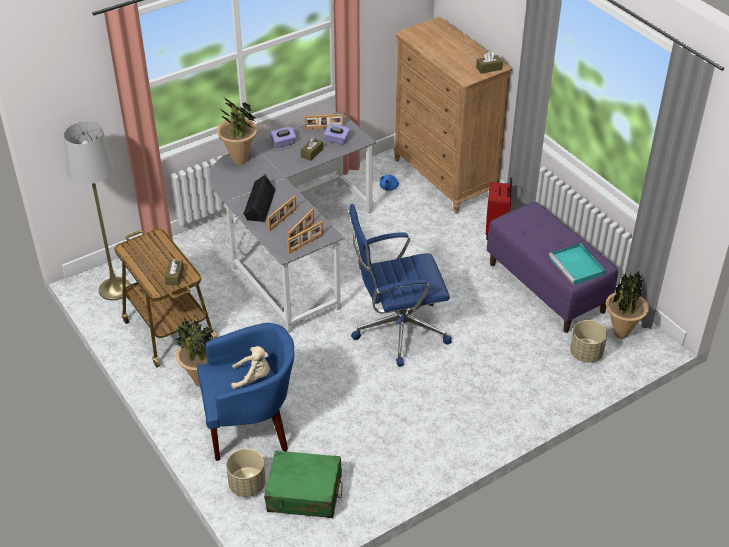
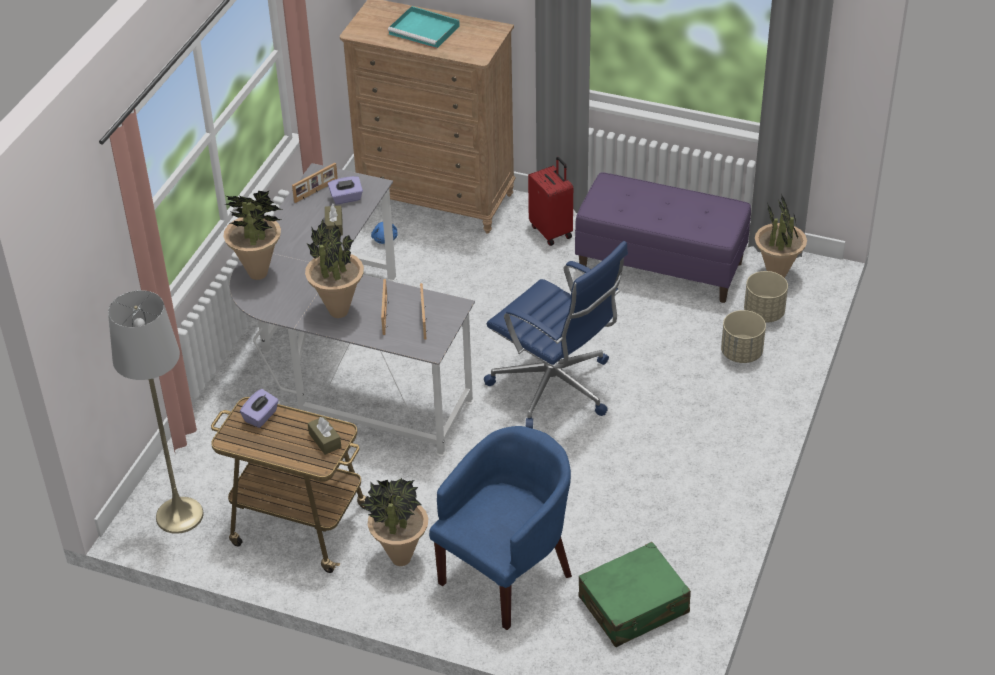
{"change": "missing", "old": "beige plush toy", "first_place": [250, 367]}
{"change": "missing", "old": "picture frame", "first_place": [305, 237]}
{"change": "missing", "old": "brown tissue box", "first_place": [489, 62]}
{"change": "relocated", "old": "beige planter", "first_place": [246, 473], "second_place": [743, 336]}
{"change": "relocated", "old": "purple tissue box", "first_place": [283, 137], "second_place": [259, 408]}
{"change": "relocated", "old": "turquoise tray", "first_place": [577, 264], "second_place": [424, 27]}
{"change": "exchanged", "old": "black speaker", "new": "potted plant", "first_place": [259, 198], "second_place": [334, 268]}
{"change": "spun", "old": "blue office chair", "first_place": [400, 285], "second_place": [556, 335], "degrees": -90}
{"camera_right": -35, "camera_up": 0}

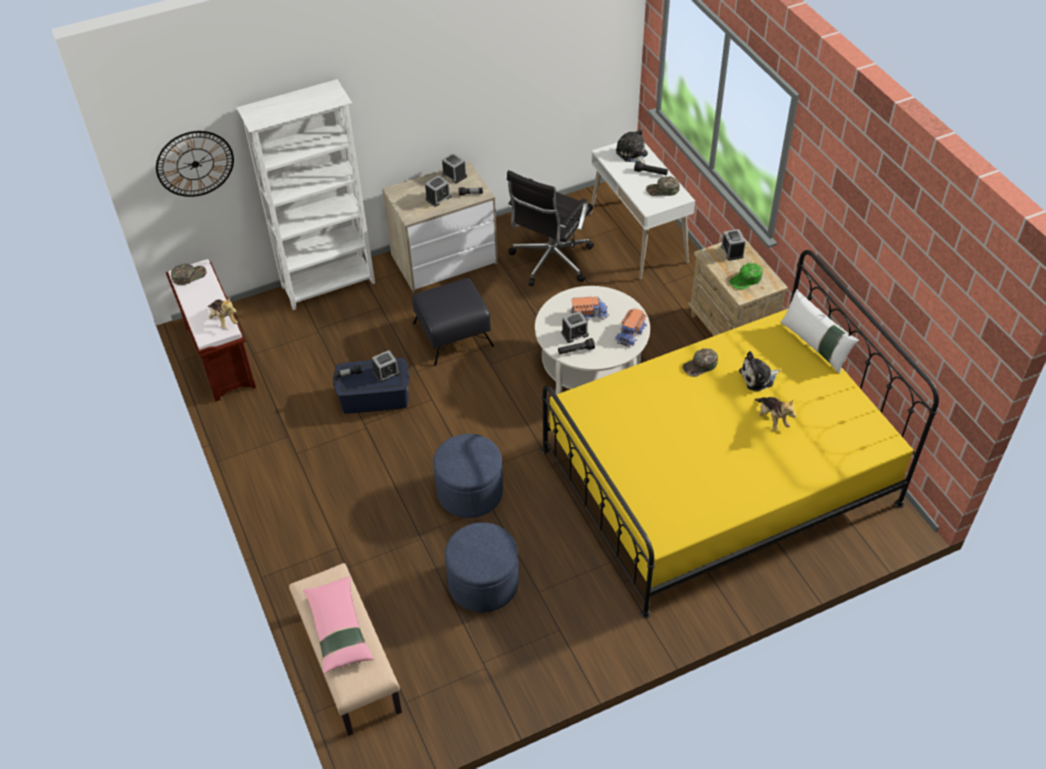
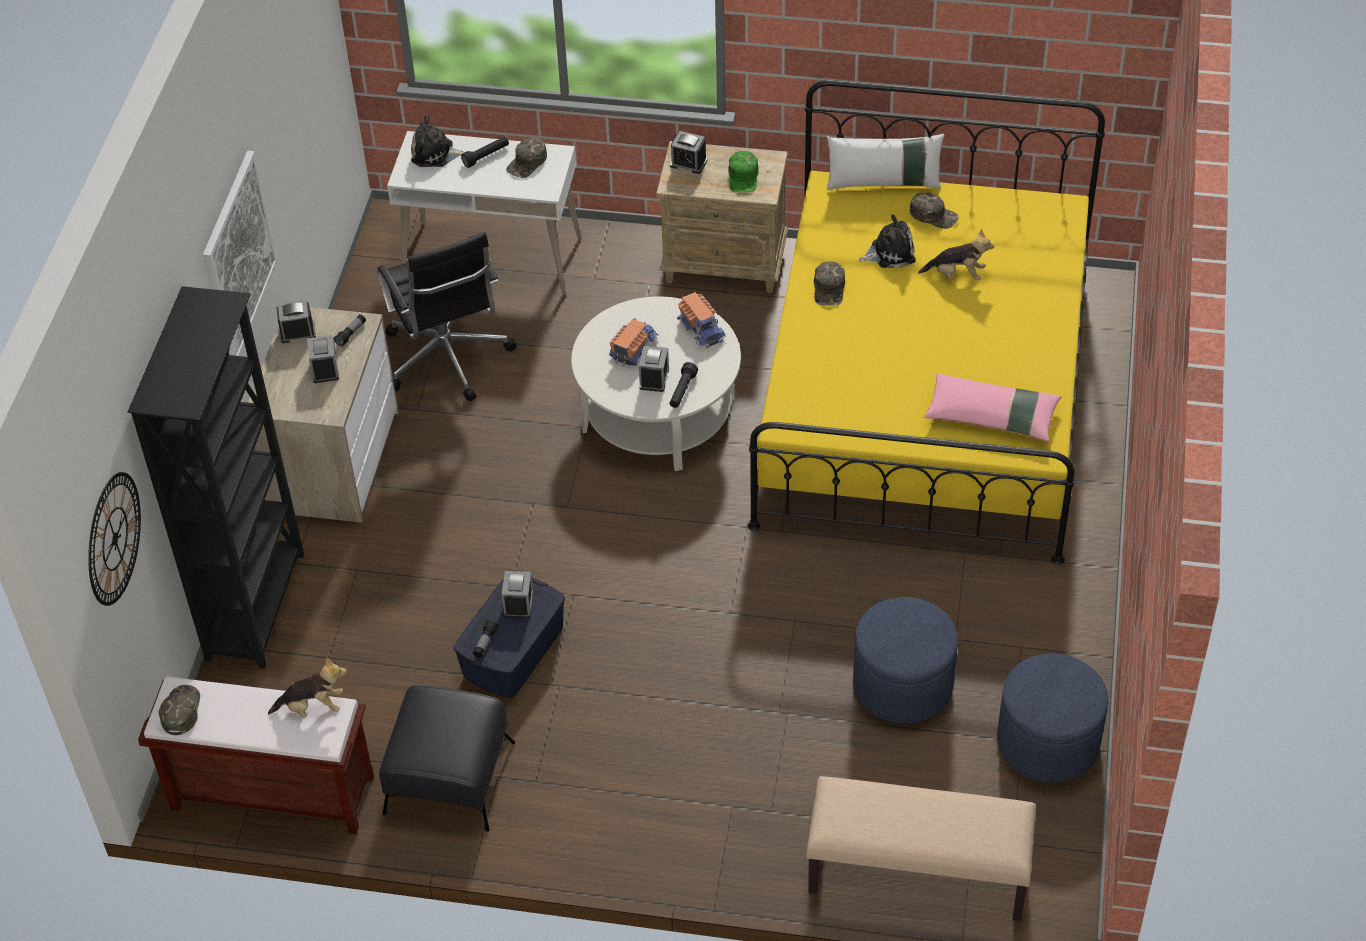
{"change": "appeared", "new": "picture", "second_place": [240, 253]}
{"change": "appeared", "new": "green cap", "second_place": [934, 210]}
{"change": "relocated", "old": "pink pillow", "first_place": [338, 625], "second_place": [992, 407]}
{"change": "relocated", "old": "black ottoman", "first_place": [453, 321], "second_place": [447, 759]}
{"change": "relocated", "old": "blue ottoman", "first_place": [468, 476], "second_place": [1052, 718]}
{"change": "colour", "old": "white bookcase", "new": "black bookcase", "first_place": [306, 194], "second_place": [216, 477]}
{"change": "spun", "old": "plush toy", "first_place": [759, 371], "second_place": [887, 241], "degrees": -120}
{"camera_right": -55, "camera_up": 0}

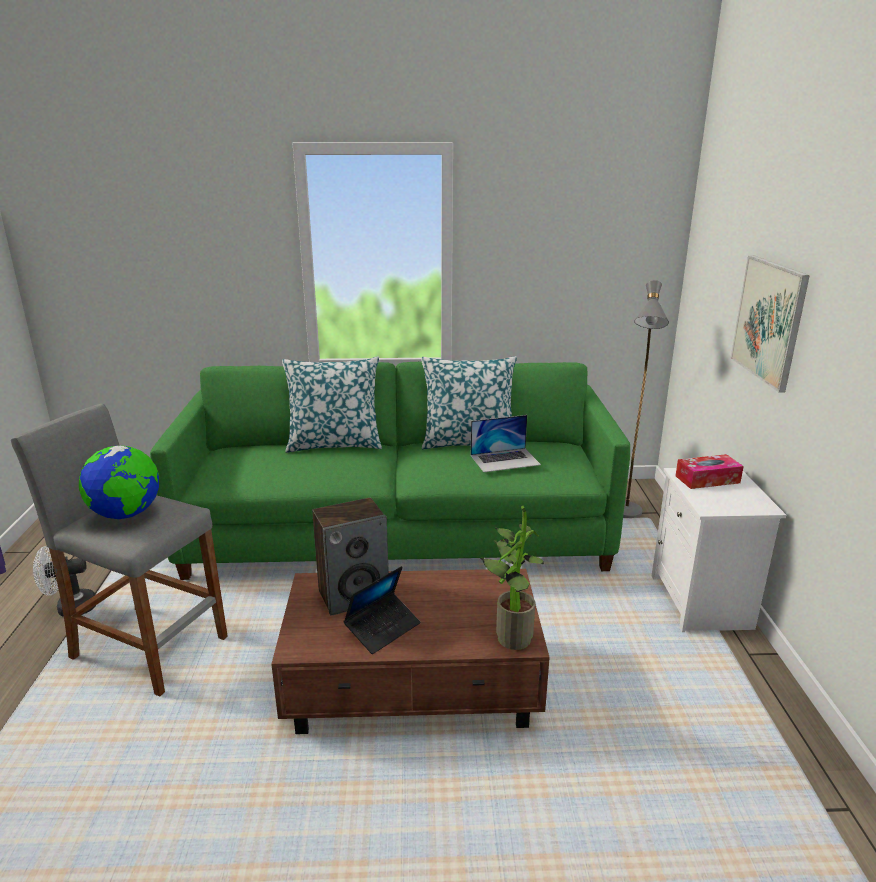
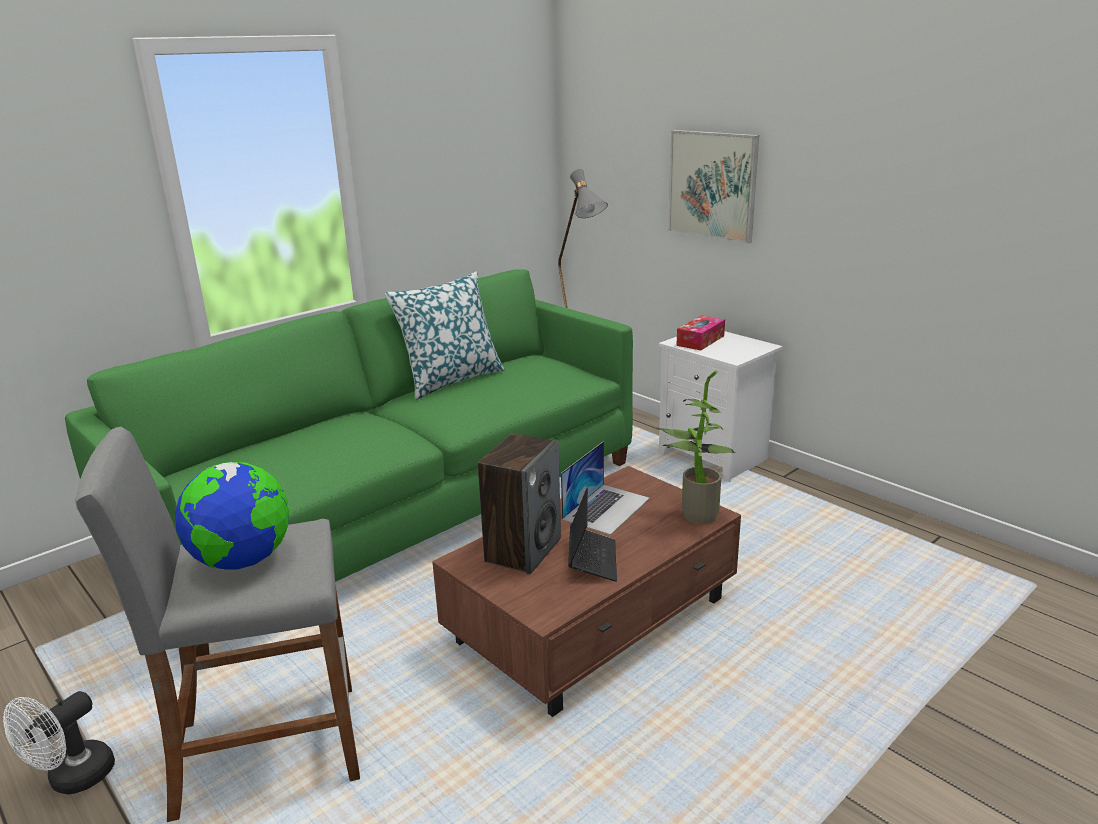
{"change": "missing", "old": "pillow", "first_place": [332, 405]}
{"change": "relocated", "old": "laptop", "first_place": [506, 443], "second_place": [605, 488]}
{"camera_right": -40, "camera_up": 0}

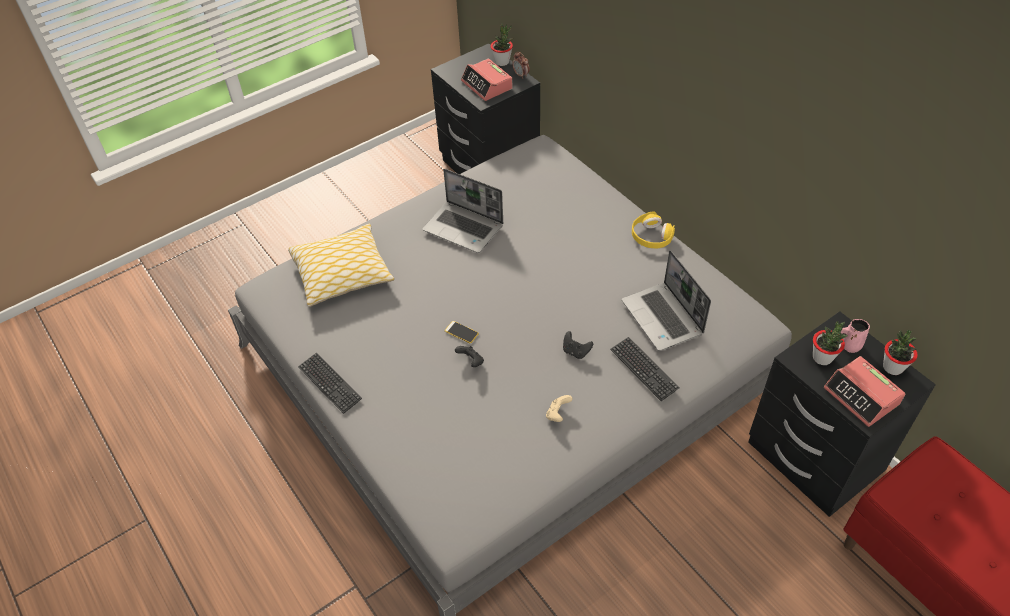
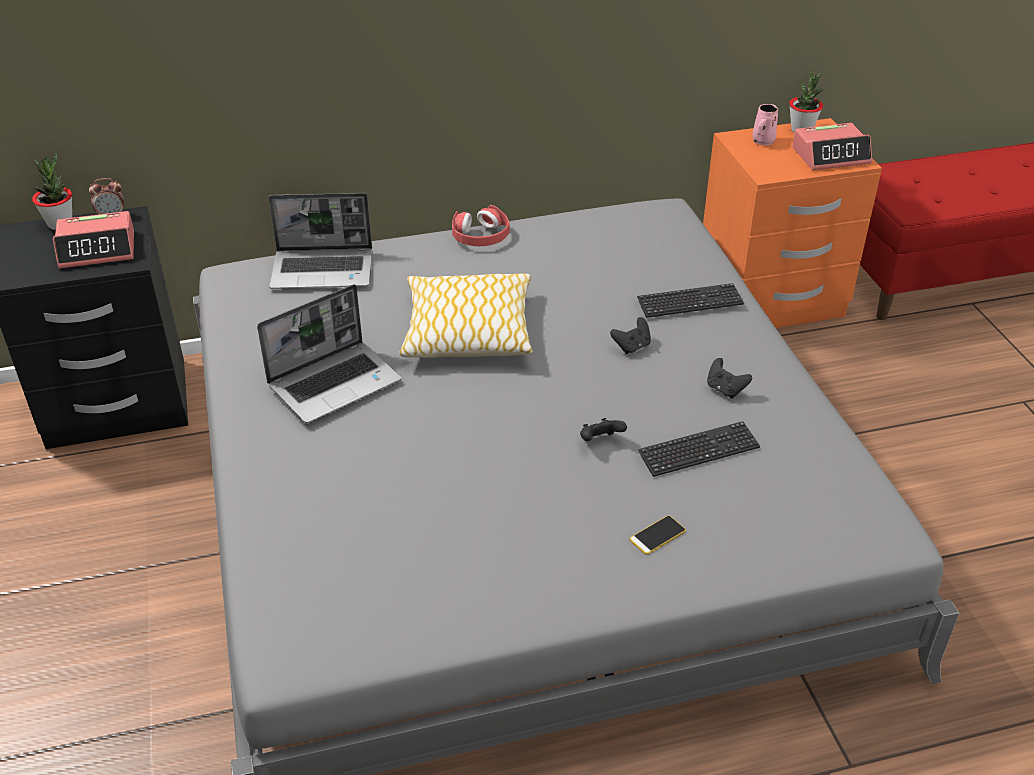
{"change": "missing", "old": "potted plant", "first_place": [830, 343]}
{"change": "relocated", "old": "pillow", "first_place": [341, 265], "second_place": [466, 316]}
{"change": "relocated", "old": "keyboard", "first_place": [330, 383], "second_place": [699, 449]}
{"change": "relocated", "old": "phone", "first_place": [462, 332], "second_place": [657, 535]}
{"change": "relocated", "old": "laptop", "first_place": [666, 300], "second_place": [320, 241]}
{"change": "colour", "old": "beige game controller", "new": "black game controller", "first_place": [559, 408], "second_place": [729, 378]}
{"change": "colour", "old": "yellow headphones", "new": "red headphones", "first_place": [653, 230], "second_place": [481, 225]}
{"change": "colour", "old": "black nightstand", "new": "orange nightstand", "first_place": [842, 414], "second_place": [792, 223]}
{"camera_right": -70, "camera_up": -10}

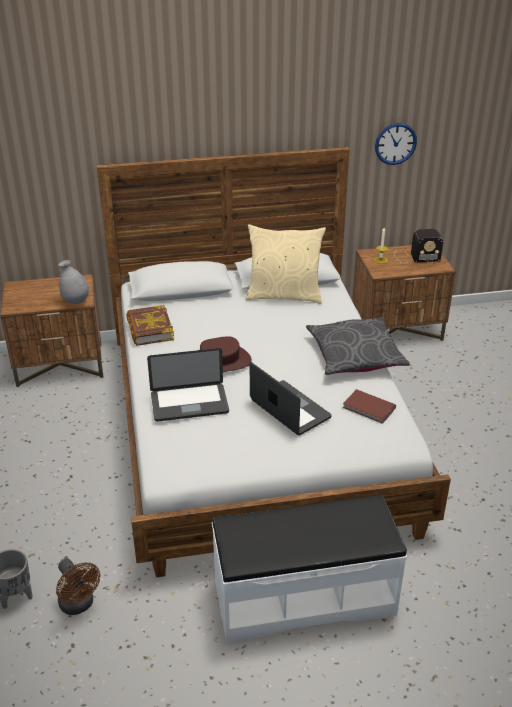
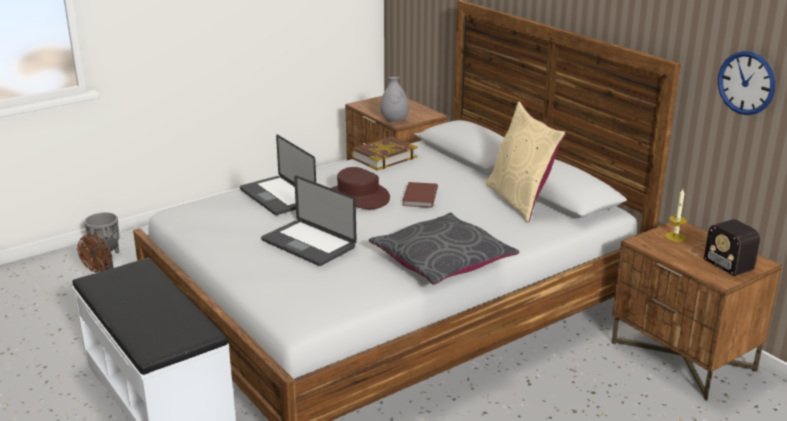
{"change": "relocated", "old": "brown book", "first_place": [369, 406], "second_place": [420, 195]}
{"change": "spun", "old": "laptop", "first_place": [291, 399], "second_place": [309, 220], "degrees": 105}
{"camera_right": 65, "camera_up": -10}

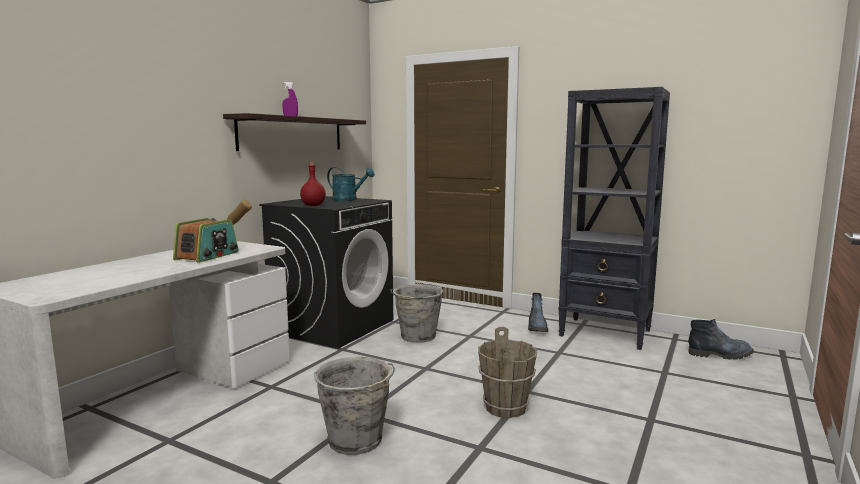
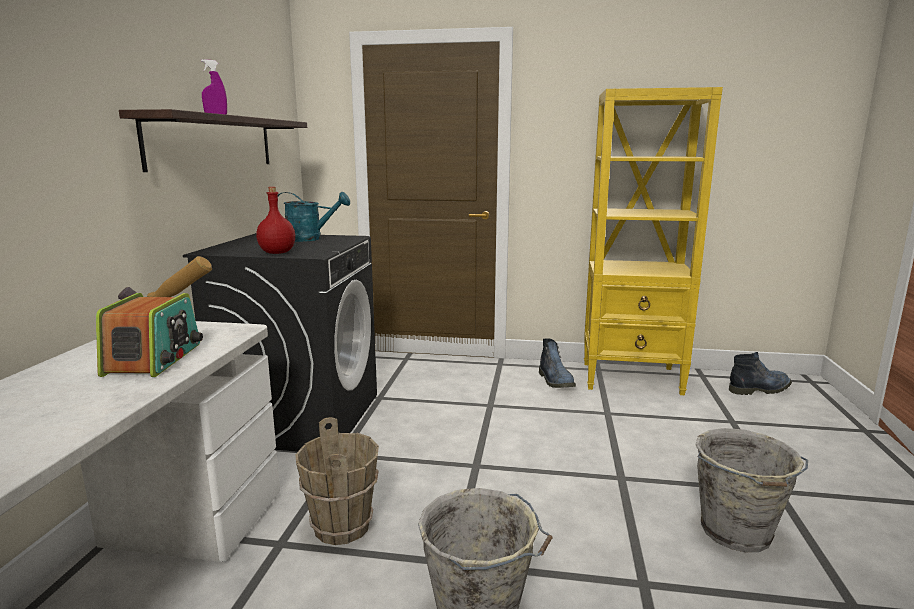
{"change": "relocated", "old": "grey bucket", "first_place": [417, 313], "second_place": [751, 490]}
{"change": "relocated", "old": "brown bucket", "first_place": [508, 372], "second_place": [337, 481]}
{"change": "colour", "old": "black bookcase", "new": "yellow bookcase", "first_place": [614, 218], "second_place": [653, 241]}
{"camera_right": -20, "camera_up": 5}

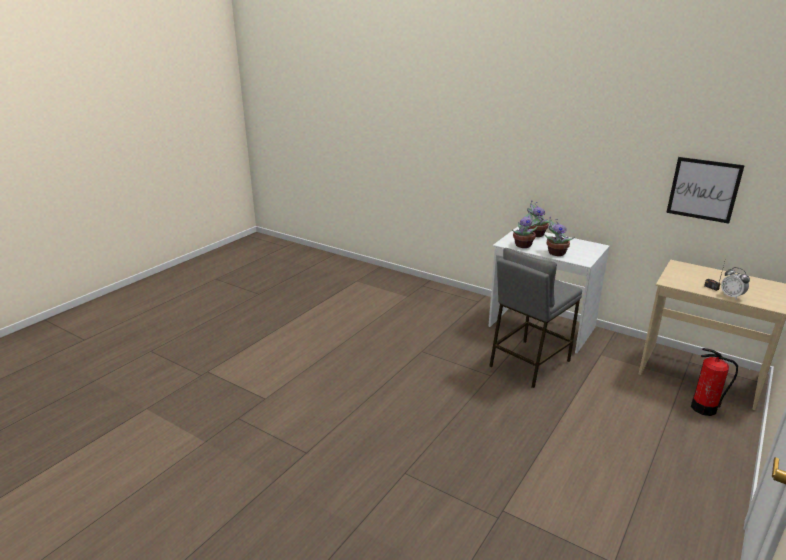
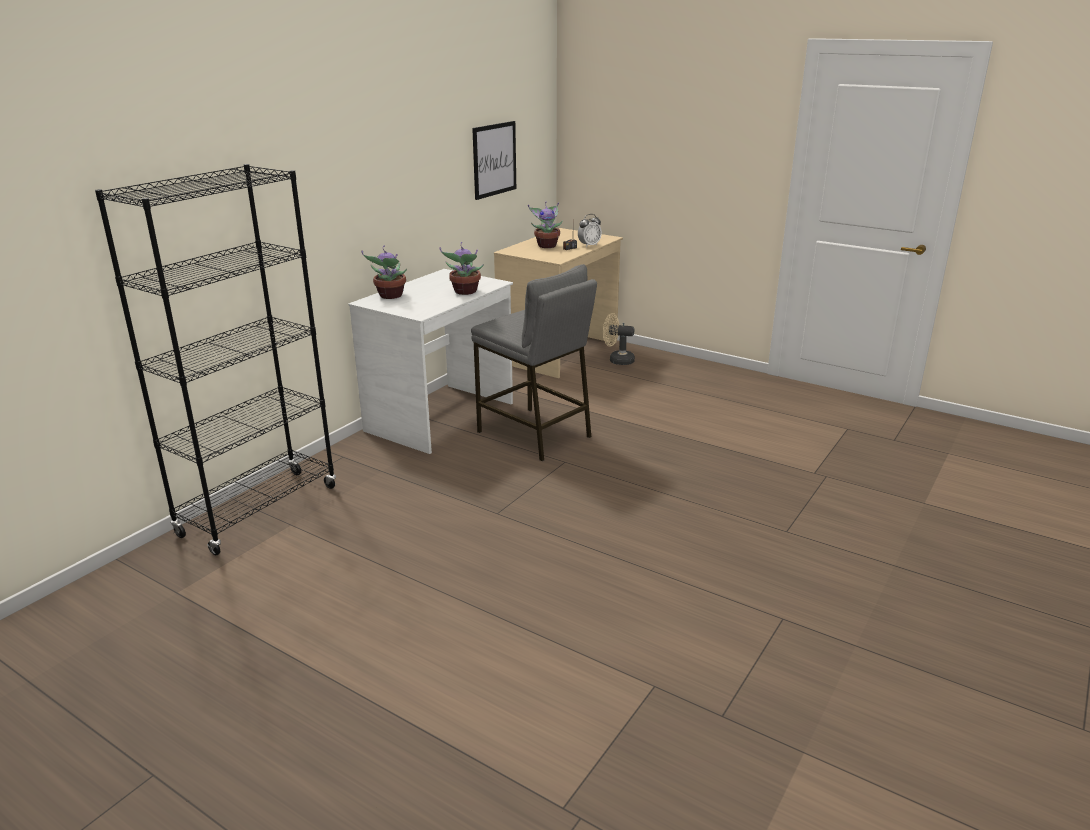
{"change": "appeared", "new": "black bookcase", "second_place": [215, 359]}
{"change": "relocated", "old": "potted plant", "first_place": [527, 229], "second_place": [545, 225]}
{"change": "exchanged", "old": "fire extinguisher", "new": "beige fan", "first_place": [714, 382], "second_place": [619, 339]}
{"camera_right": -90, "camera_up": 0}

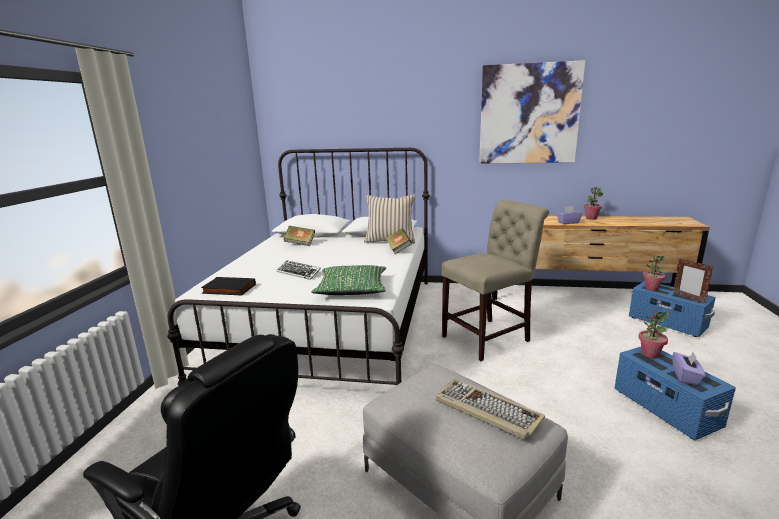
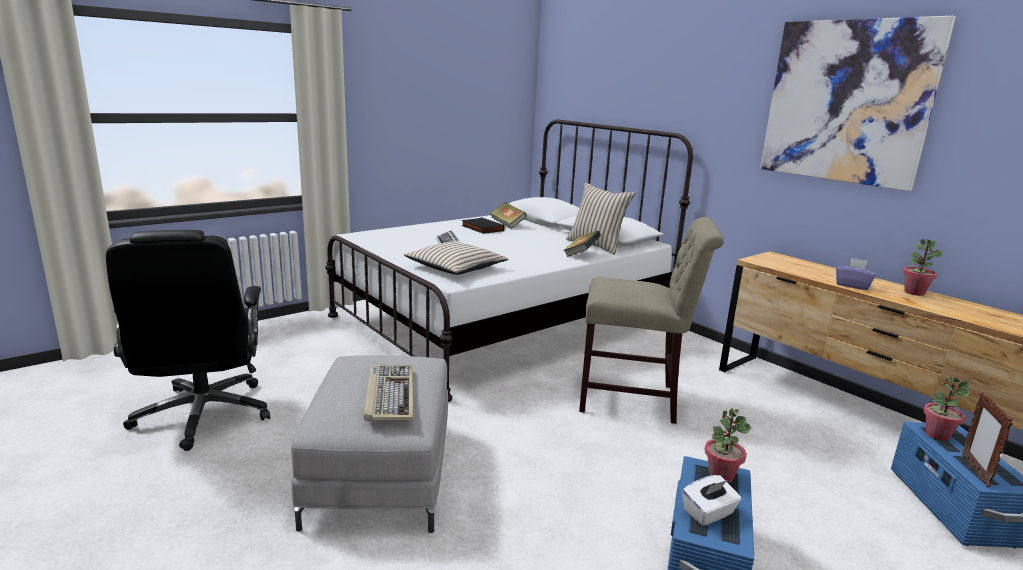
{"change": "relocated", "old": "black book", "first_place": [228, 286], "second_place": [483, 225]}
{"change": "colour", "old": "green pillow", "new": "beige pillow", "first_place": [348, 280], "second_place": [456, 258]}
{"change": "colour", "old": "purple tissue box", "new": "white tissue box", "first_place": [689, 368], "second_place": [711, 500]}
{"camera_right": 40, "camera_up": 0}

